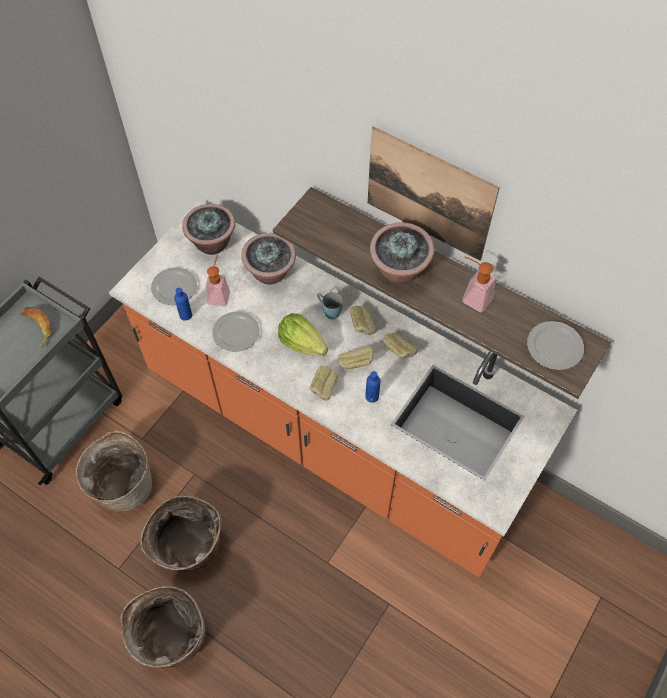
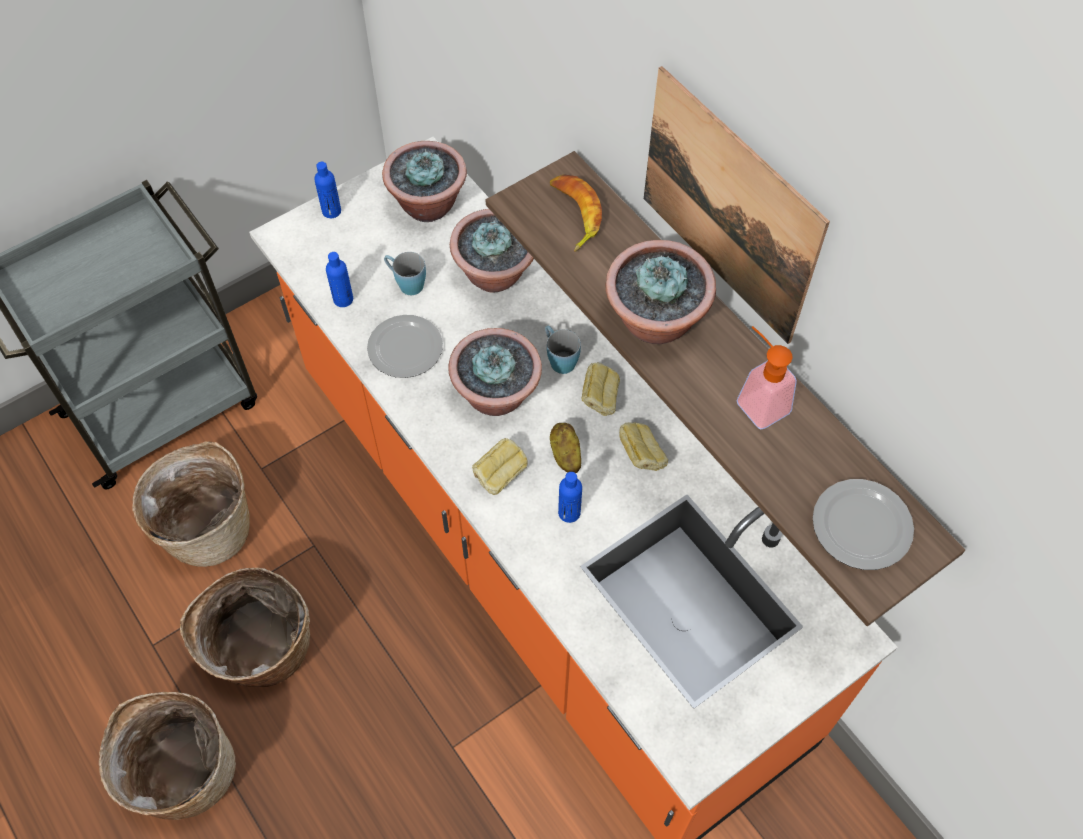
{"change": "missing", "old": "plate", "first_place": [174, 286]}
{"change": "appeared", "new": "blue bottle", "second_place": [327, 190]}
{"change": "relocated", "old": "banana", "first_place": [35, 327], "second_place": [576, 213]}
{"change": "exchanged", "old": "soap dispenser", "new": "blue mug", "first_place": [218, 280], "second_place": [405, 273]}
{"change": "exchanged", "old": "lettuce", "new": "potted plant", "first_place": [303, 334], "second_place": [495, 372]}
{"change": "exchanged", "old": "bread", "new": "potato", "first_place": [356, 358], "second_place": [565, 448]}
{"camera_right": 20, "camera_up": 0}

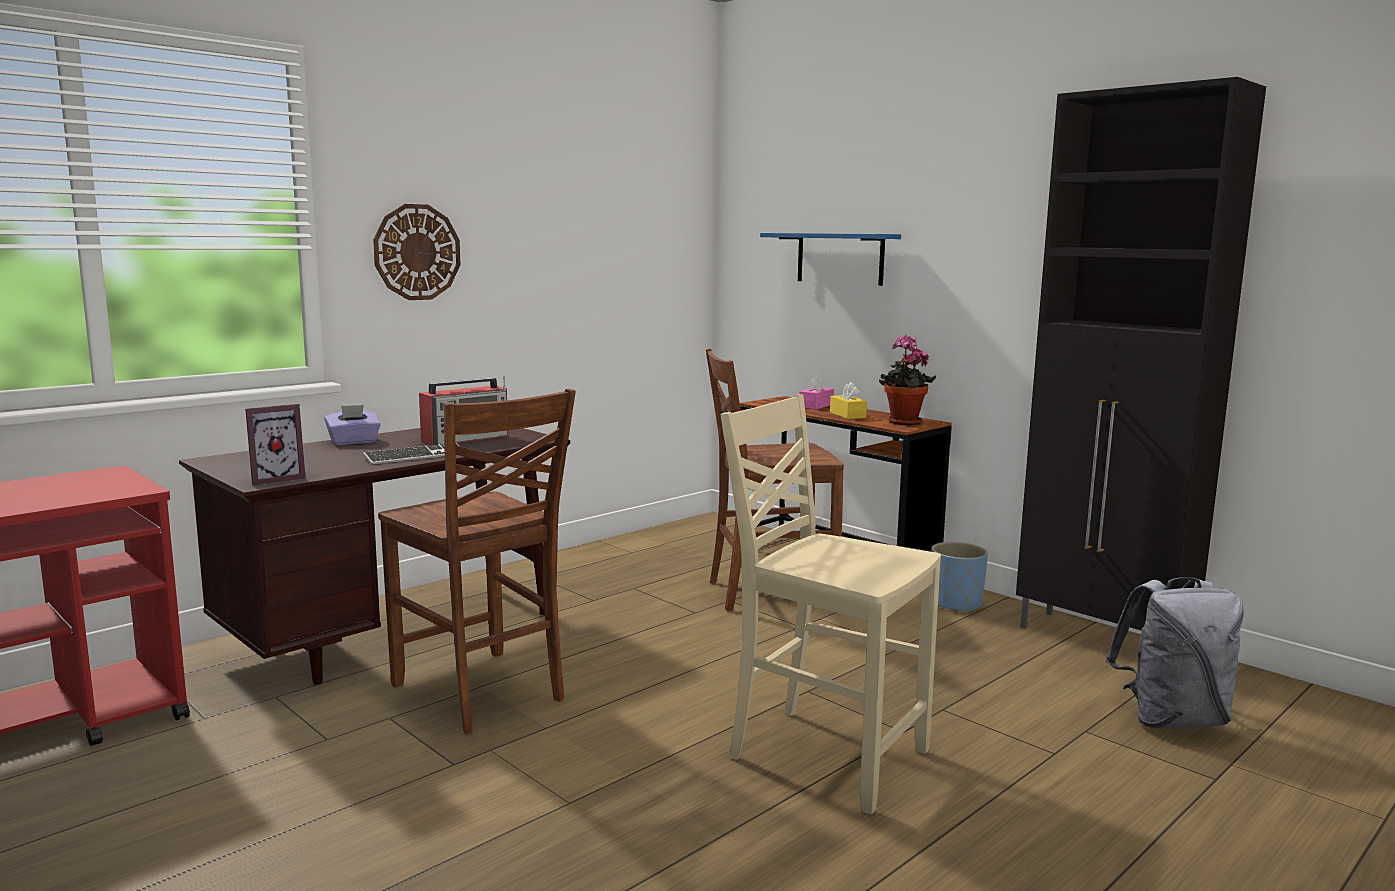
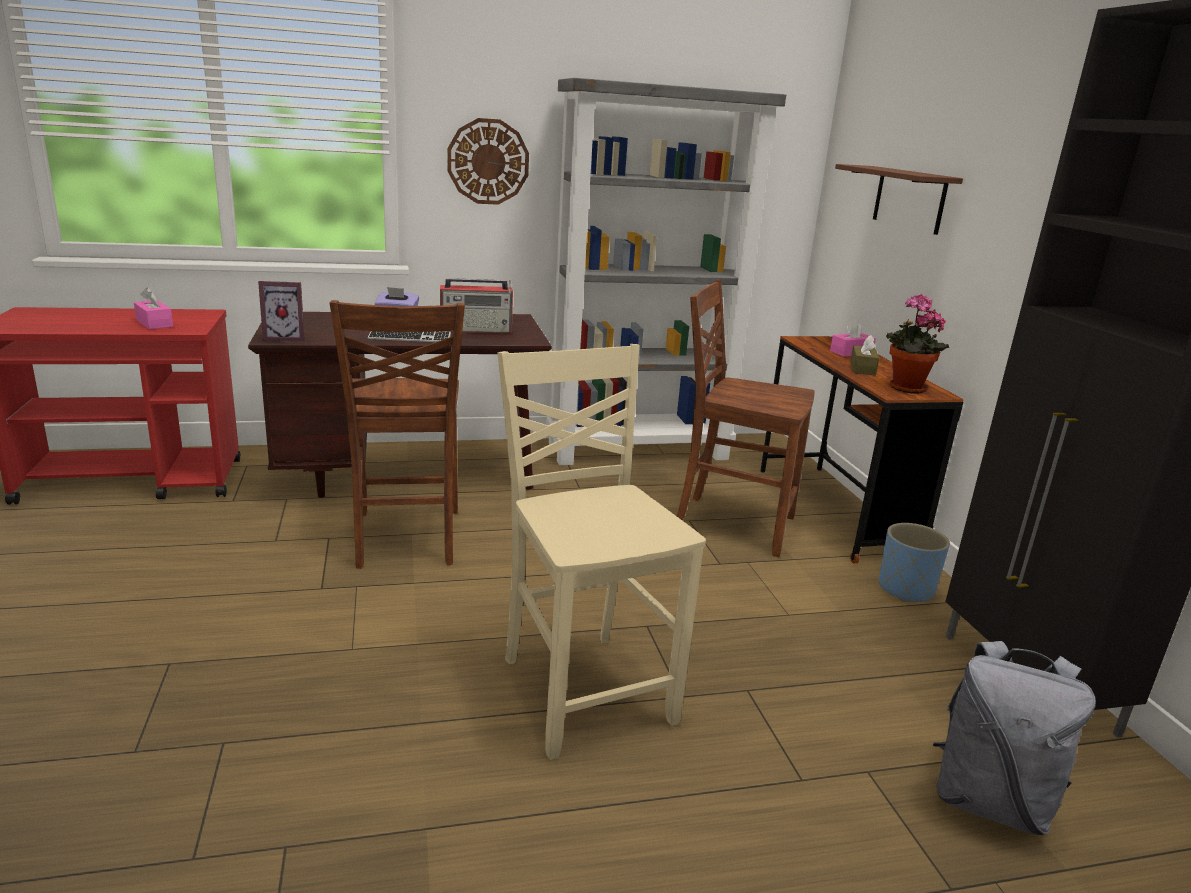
{"change": "appeared", "new": "pink tissue box", "second_place": [153, 308]}
{"change": "appeared", "new": "grey bookcase", "second_place": [666, 271]}
{"change": "colour", "old": "blue shelf", "new": "brown shelf", "first_place": [830, 259], "second_place": [899, 199]}
{"change": "colour", "old": "yellow tissue box", "new": "brown tissue box", "first_place": [848, 400], "second_place": [864, 355]}
{"camera_right": 30, "camera_up": 10}

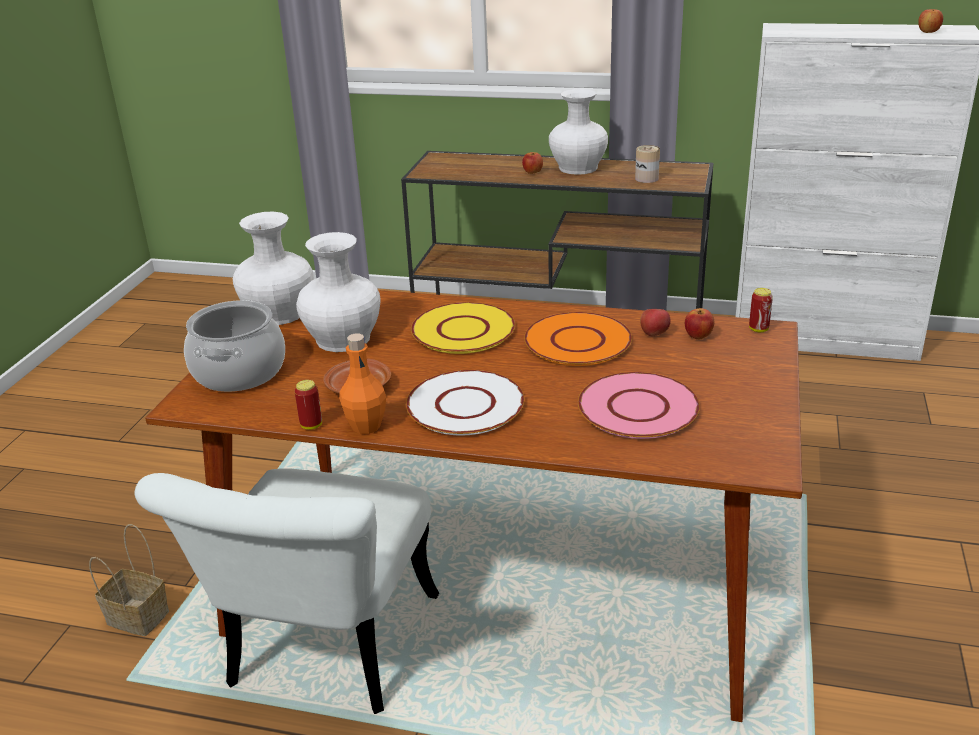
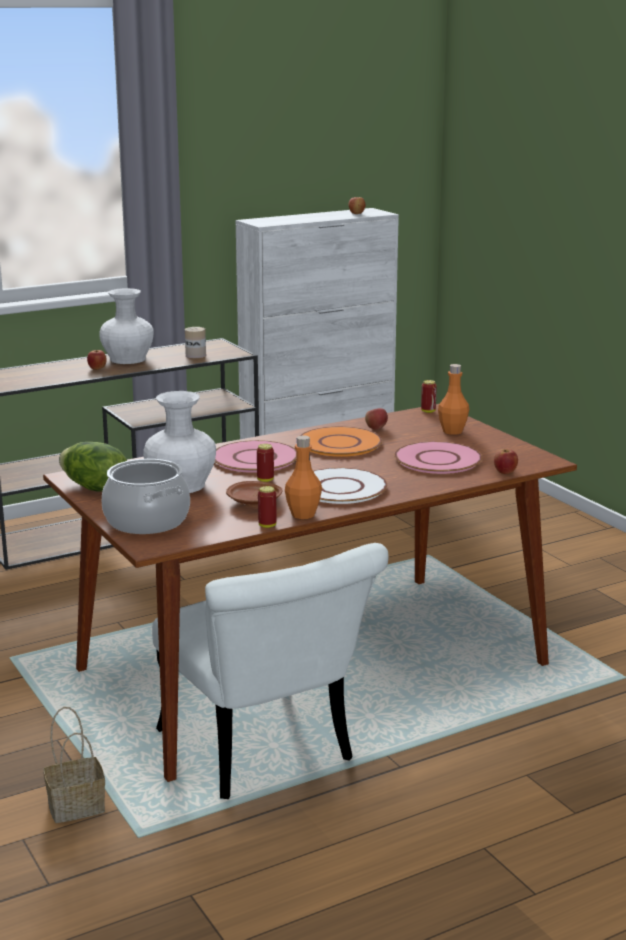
{"change": "appeared", "new": "can", "second_place": [265, 463]}
{"change": "appeared", "new": "orange bottle", "second_place": [453, 399]}
{"change": "relocated", "old": "apple", "first_place": [699, 323], "second_place": [506, 461]}
{"change": "exchanged", "old": "white vase", "new": "lettuce", "first_place": [273, 268], "second_place": [93, 466]}
{"change": "colour", "old": "yellow plate", "new": "pink plate", "first_place": [463, 328], "second_place": [256, 456]}
{"camera_right": -45, "camera_up": -10}

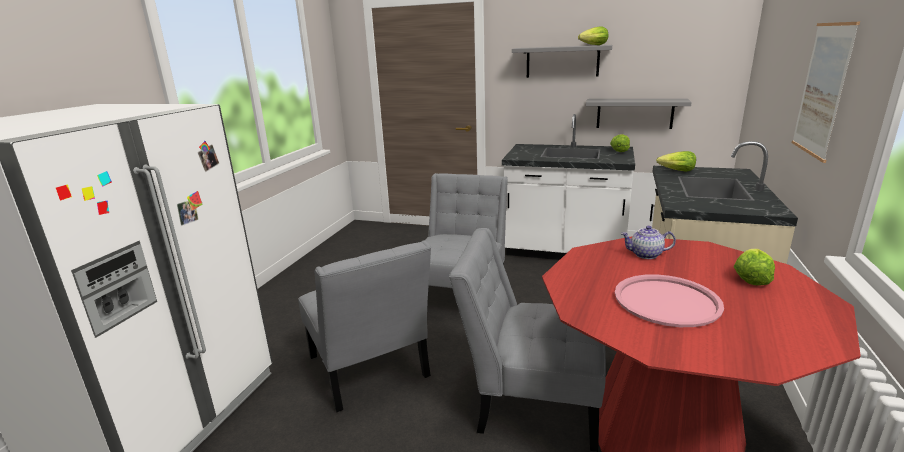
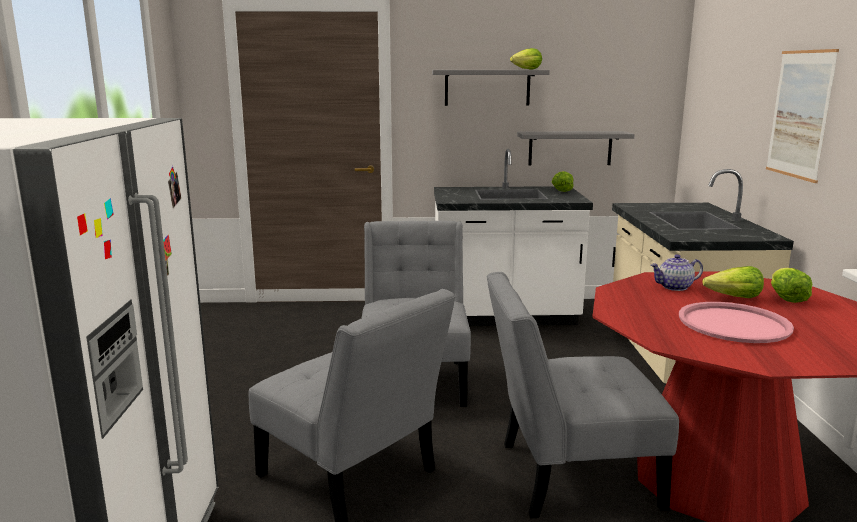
{"change": "relocated", "old": "lettuce", "first_place": [676, 161], "second_place": [733, 282]}
{"camera_right": -20, "camera_up": -5}

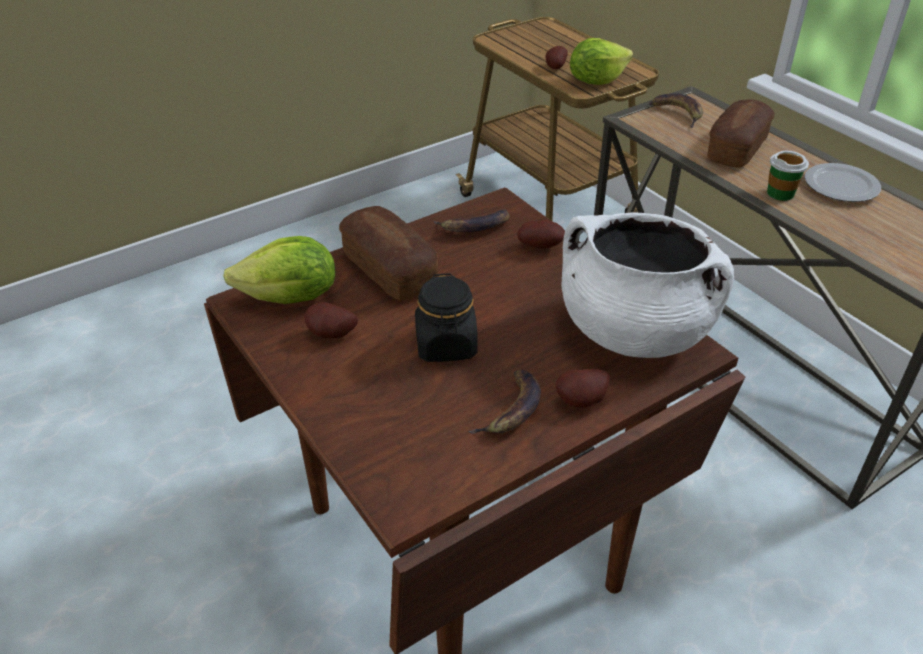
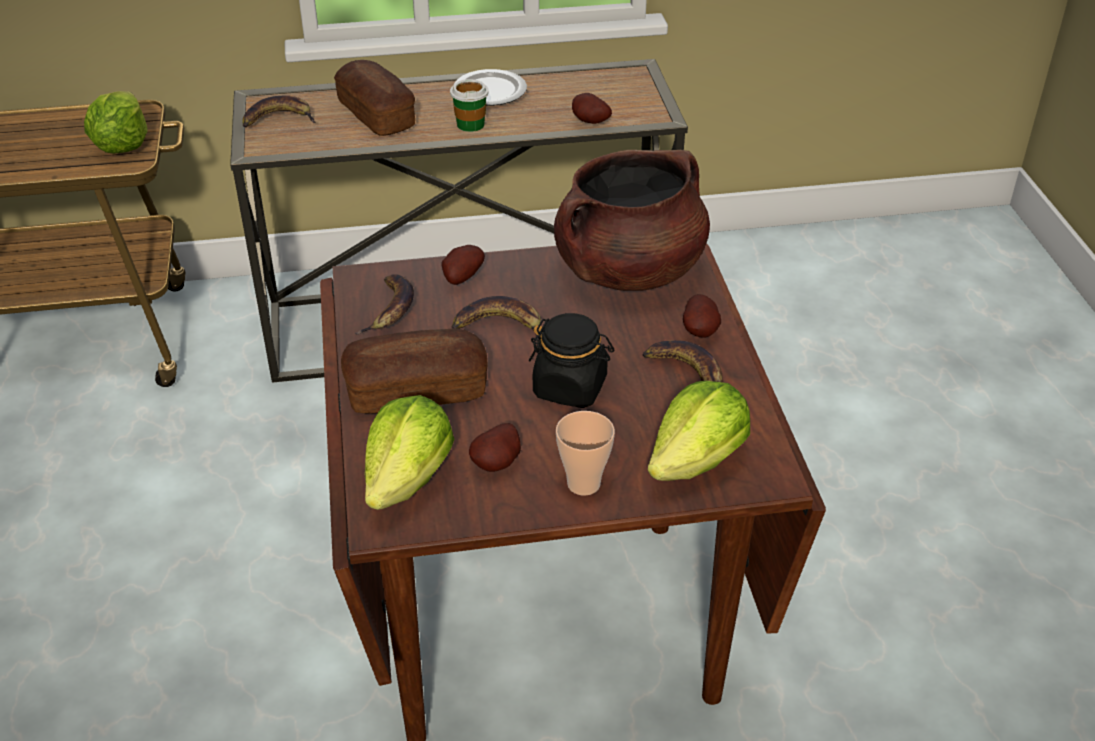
{"change": "appeared", "new": "banana", "second_place": [496, 319]}
{"change": "appeared", "new": "cup", "second_place": [585, 453]}
{"change": "appeared", "new": "lettuce", "second_place": [699, 431]}
{"change": "relocated", "old": "potato", "first_place": [556, 57], "second_place": [592, 108]}
{"change": "colour", "old": "white cooking pot", "new": "brown cooking pot", "first_place": [647, 285], "second_place": [632, 220]}
{"camera_right": -65, "camera_up": 0}

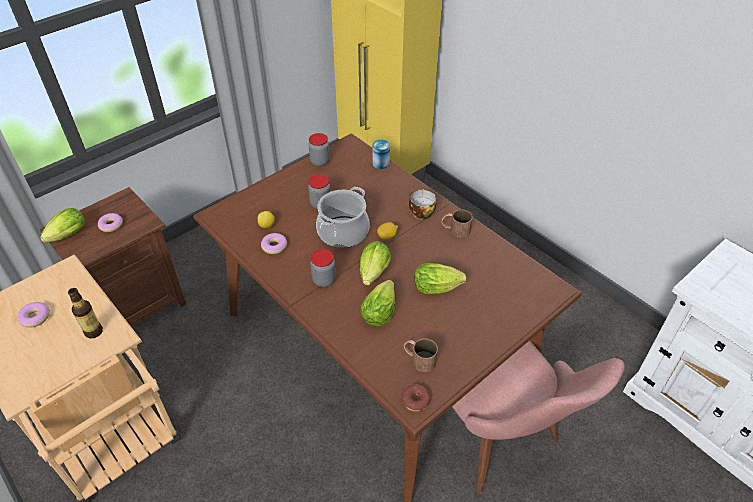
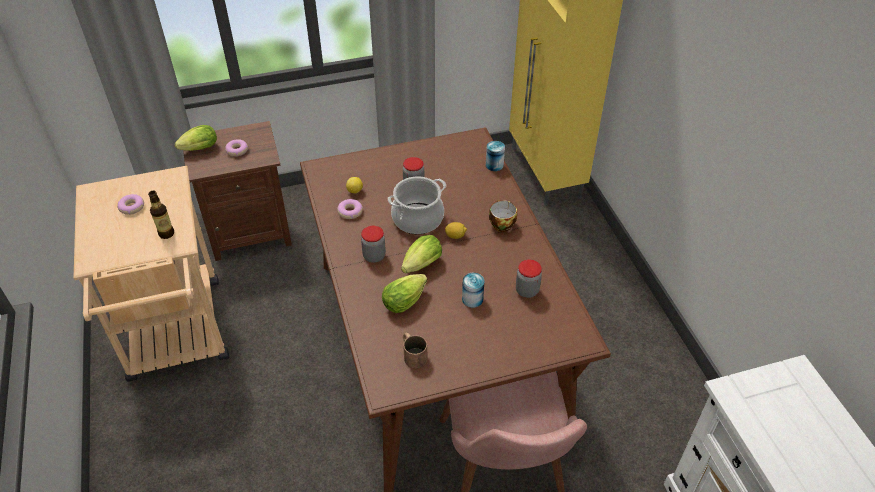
{"change": "missing", "old": "donut", "first_place": [415, 398]}
{"change": "missing", "old": "brown mug", "first_place": [457, 223]}
{"change": "relocated", "old": "jar", "first_place": [319, 149], "second_place": [529, 279]}
{"change": "exchanged", "old": "lettuce", "new": "can", "first_place": [440, 278], "second_place": [473, 290]}
{"camera_right": 25, "camera_up": 0}

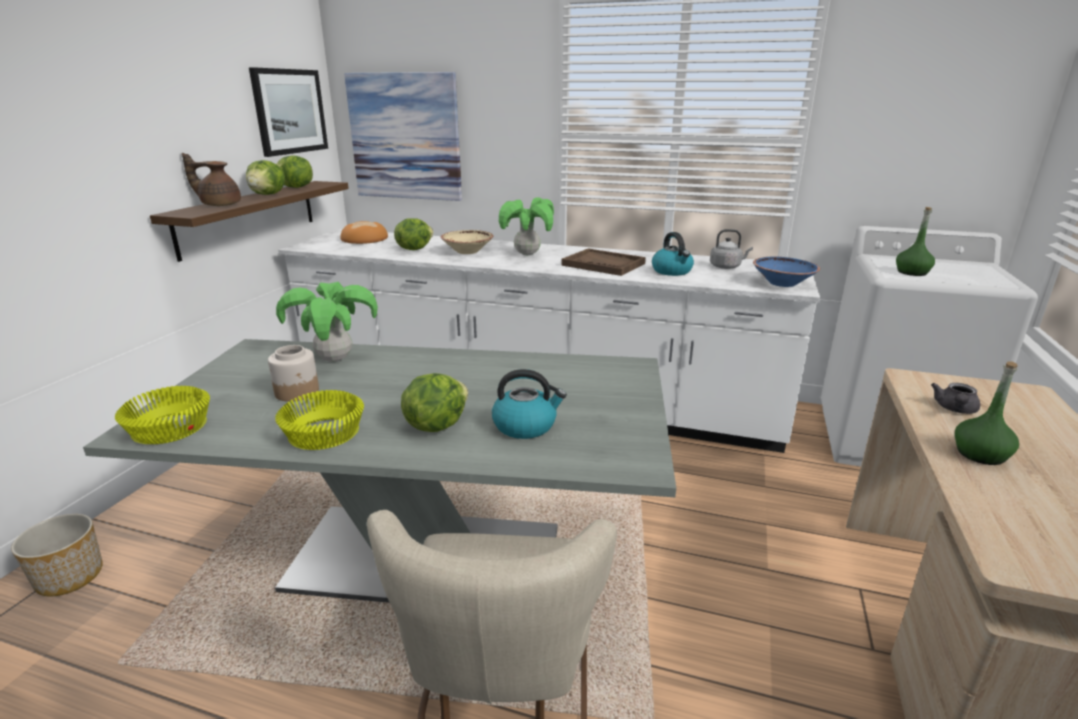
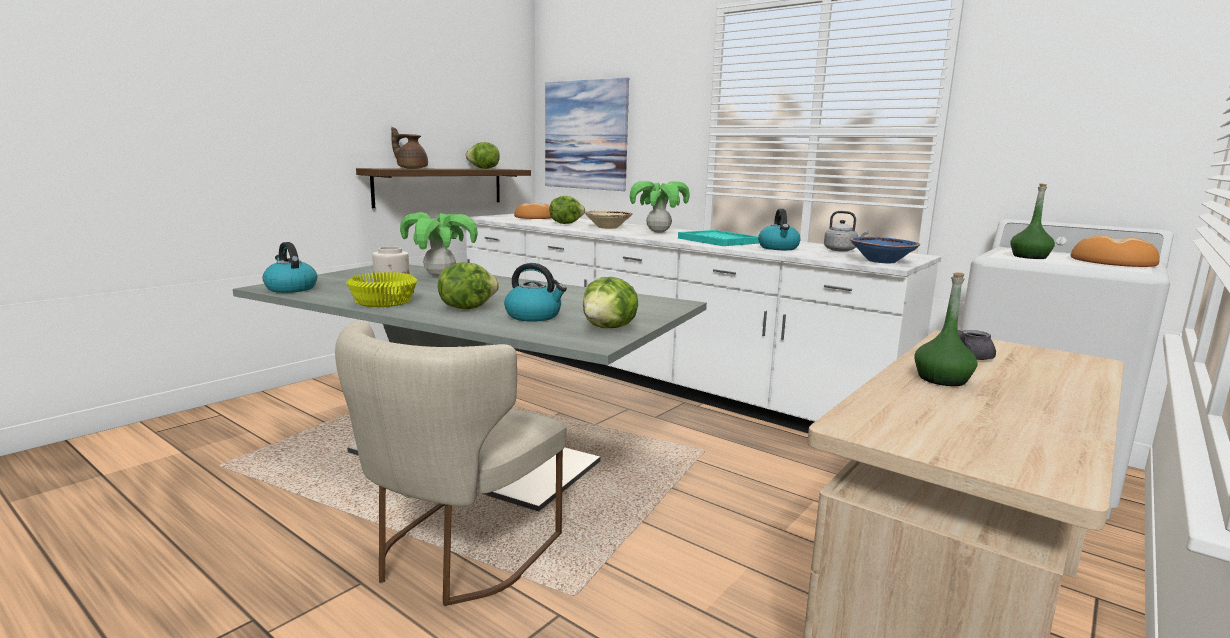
{"change": "missing", "old": "planter", "first_place": [57, 555]}
{"change": "missing", "old": "picture", "first_place": [288, 112]}
{"change": "appeared", "new": "bread", "second_place": [1115, 251]}
{"change": "relocated", "old": "lettuce", "first_place": [265, 177], "second_place": [610, 302]}
{"change": "exchanged", "old": "yellow bowl", "new": "kettle", "first_place": [162, 415], "second_place": [290, 267]}
{"change": "colour", "old": "brown tray", "new": "turquoise tray", "first_place": [603, 262], "second_place": [719, 238]}
{"camera_right": 20, "camera_up": -10}

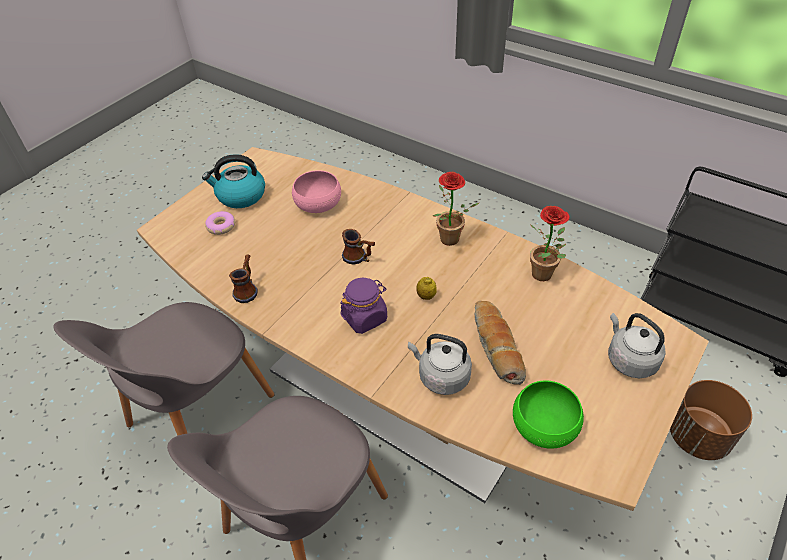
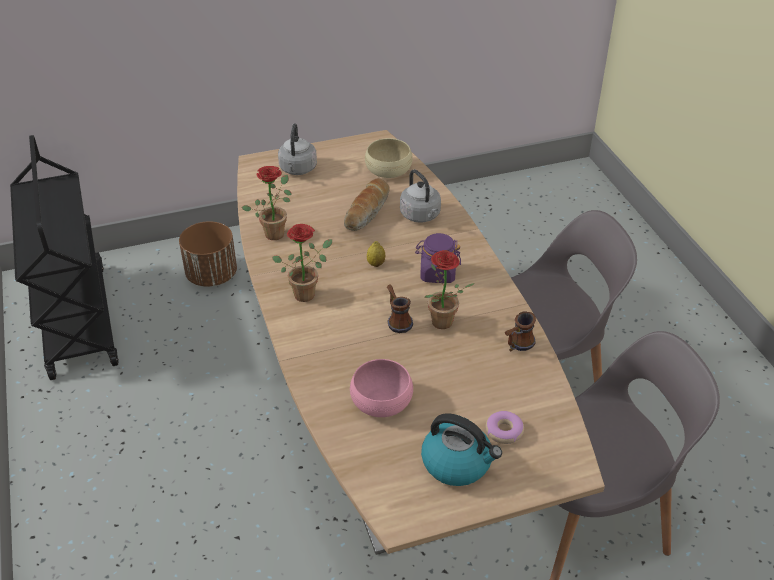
{"change": "appeared", "new": "potted plant", "second_place": [450, 289]}
{"change": "colour", "old": "green bowl", "new": "beige bowl", "first_place": [548, 414], "second_place": [389, 158]}
{"camera_right": -145, "camera_up": -5}

